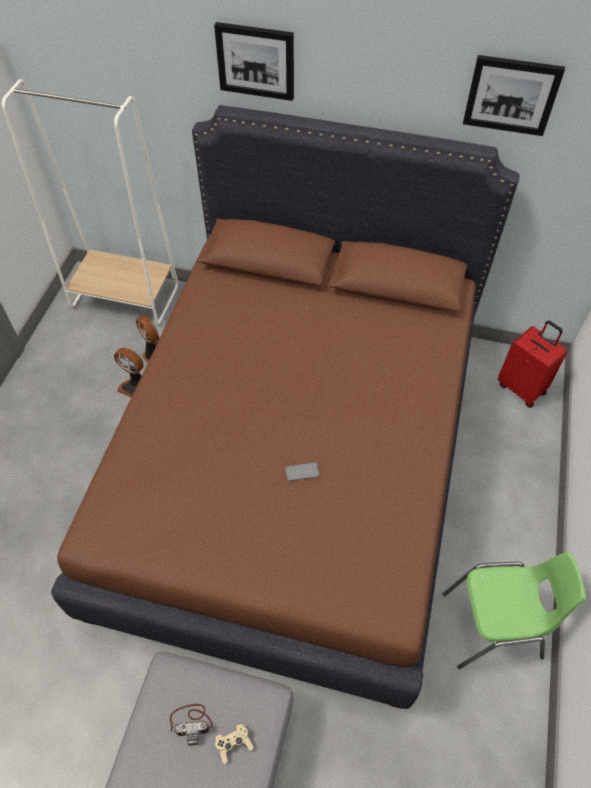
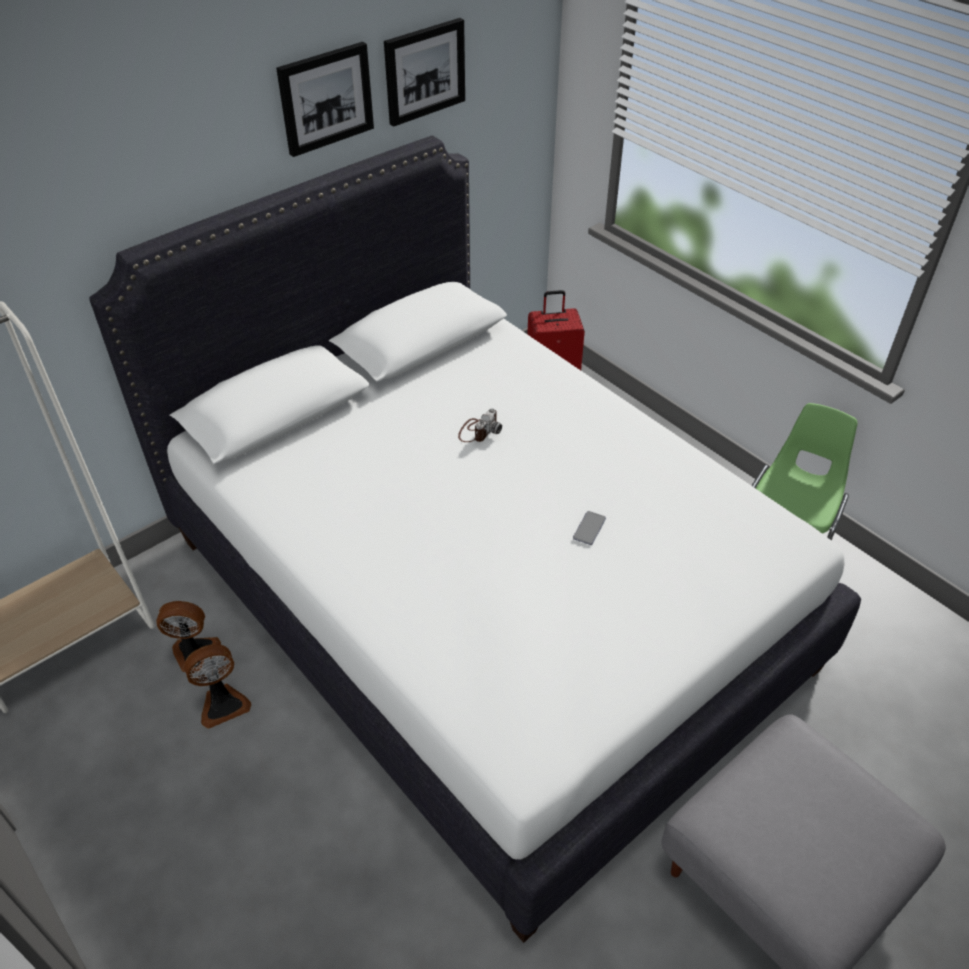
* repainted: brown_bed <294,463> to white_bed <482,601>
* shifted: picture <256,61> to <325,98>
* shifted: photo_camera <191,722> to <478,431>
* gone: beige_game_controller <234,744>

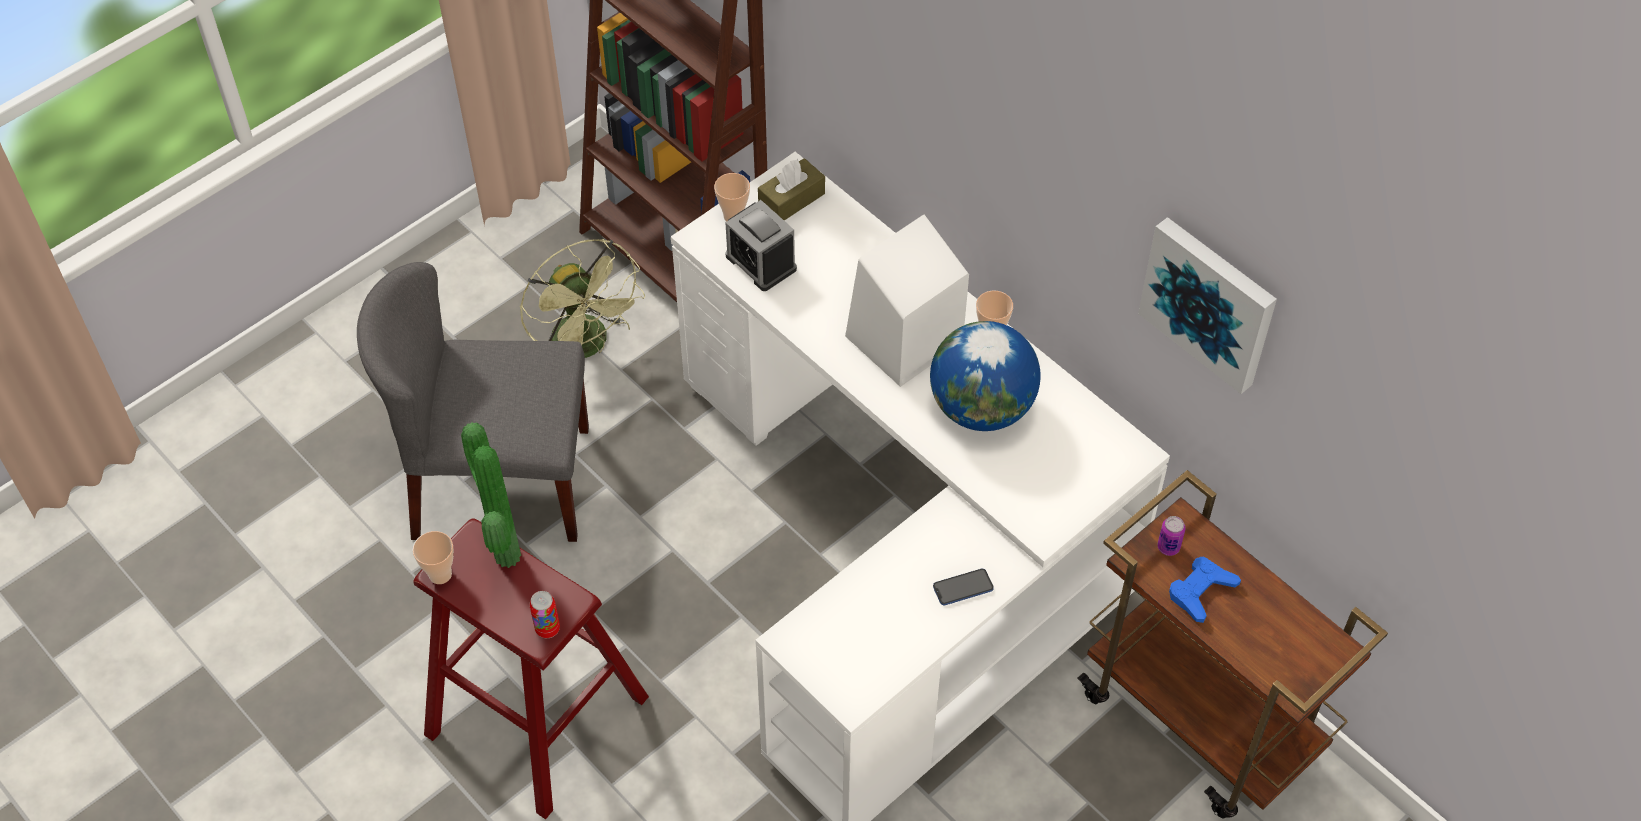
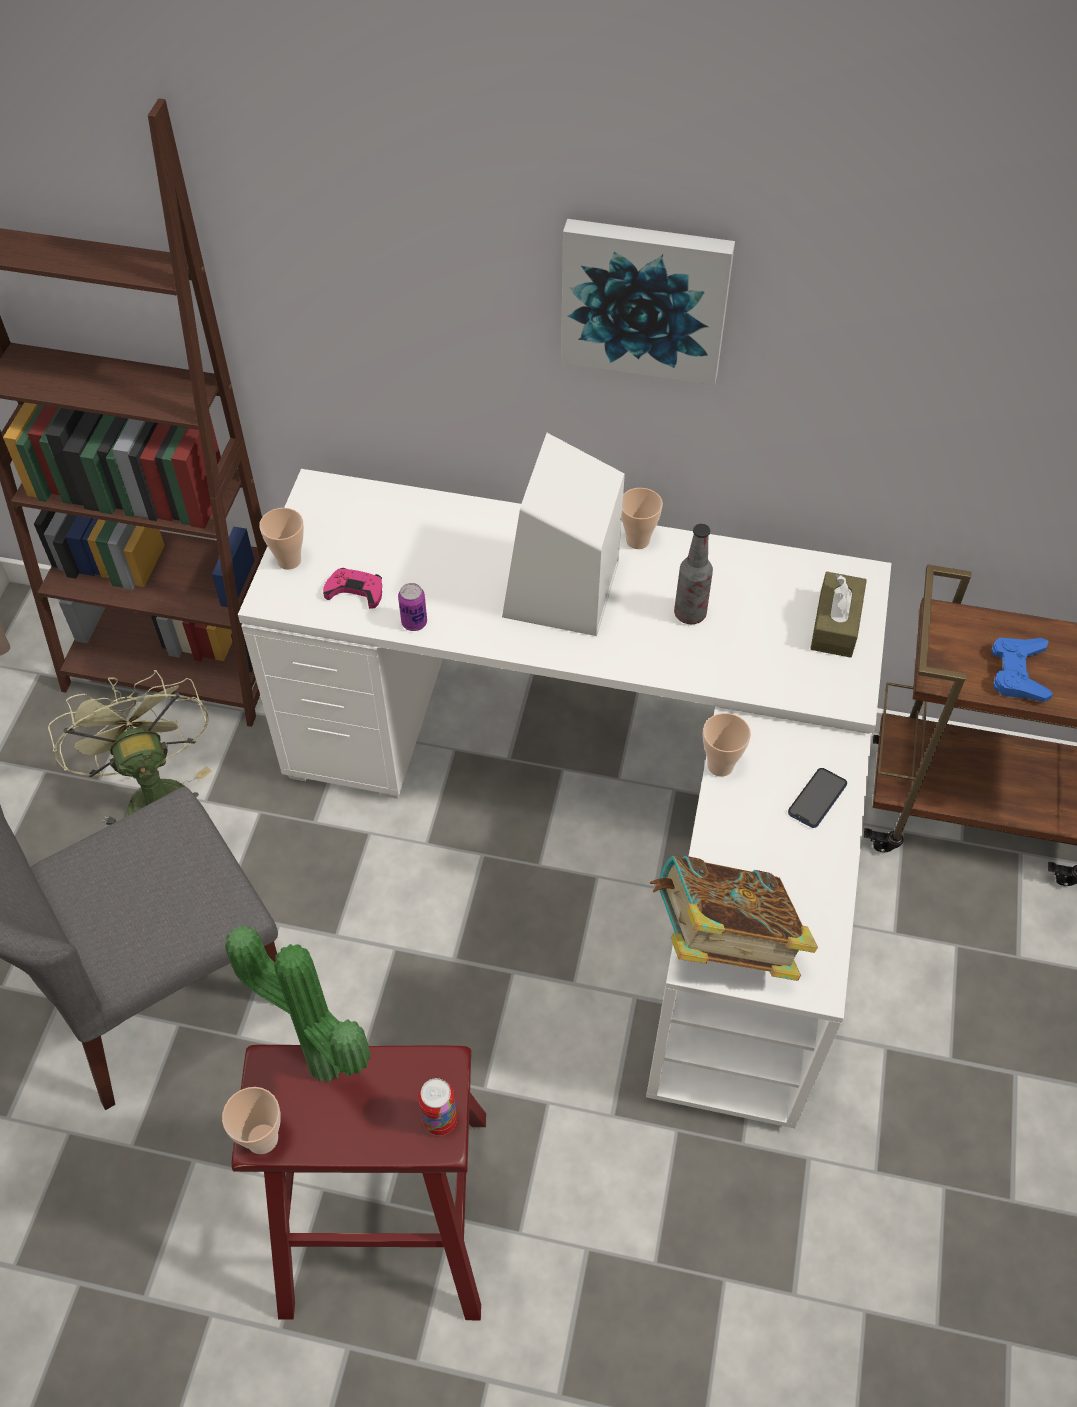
* rotated: green_fan <588,345> = <153,796> 135 degrees counterclockwise
* swapped: alarm_clock <761,262> to pink_game_controller <355,591>
* shifted: can <1168,547> to <414,622>
* shifted: picture <1210,302> to <645,298>
* new: book <724,942>
* swapped: globe <981,408> to bottle <690,614>
* new: cup <720,765>
* shifted: brown_tissue_box <791,199> to <835,624>

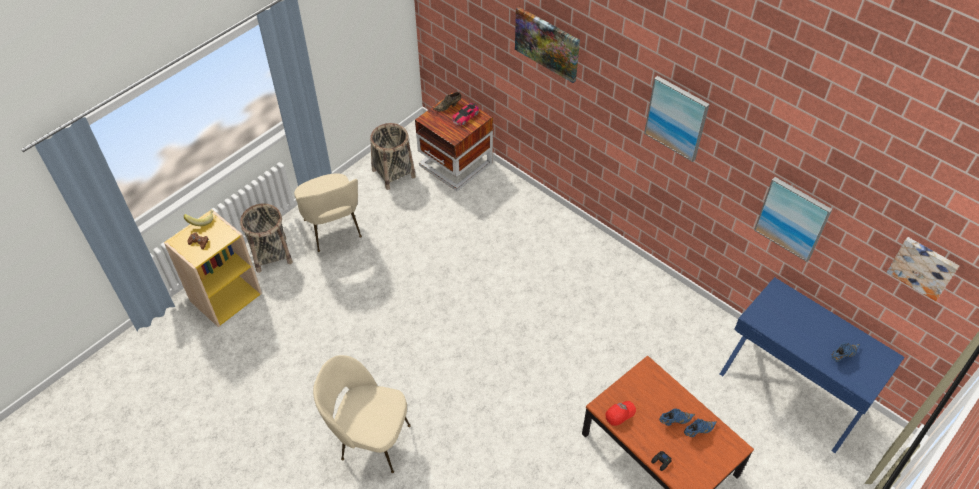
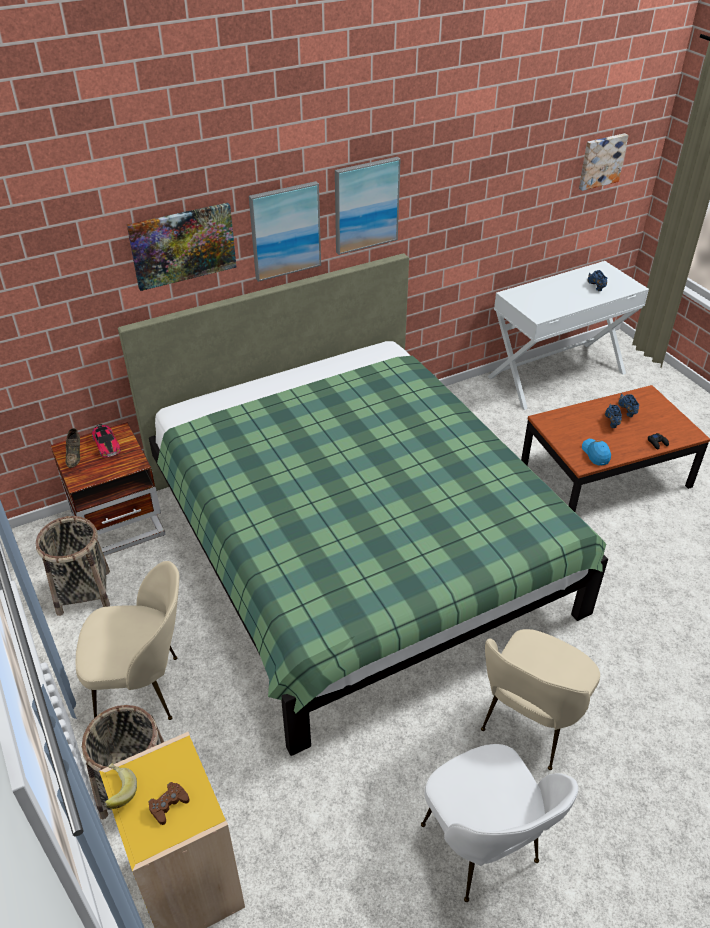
* new: green_bed <355,547>
* shifted: picture <792,218> to <285,231>
* new: white_chair <484,852>
* repainted: blue_desk <792,390> to white_desk <556,374>
* repainted: red_cap <620,414> to blue_cap <595,454>

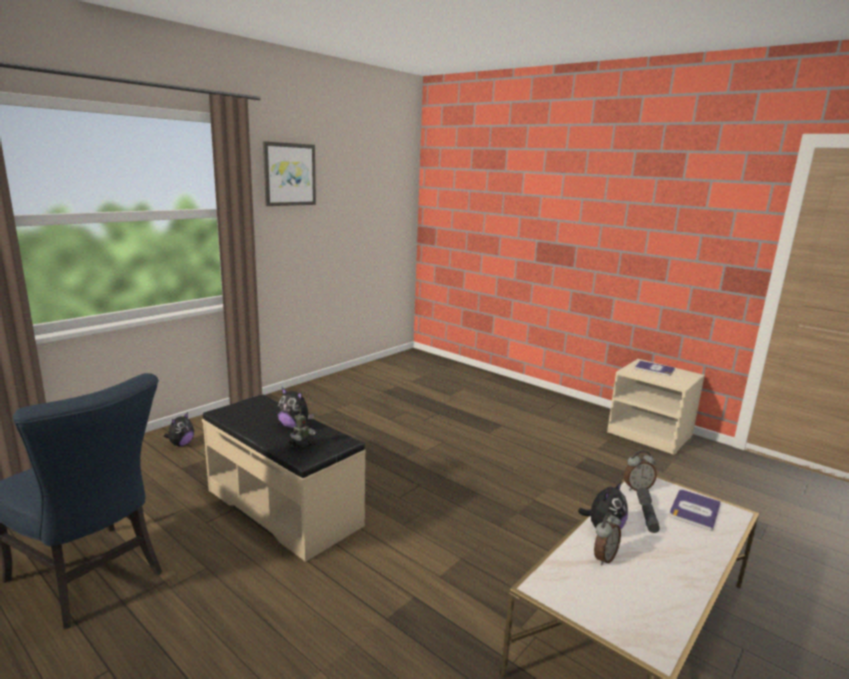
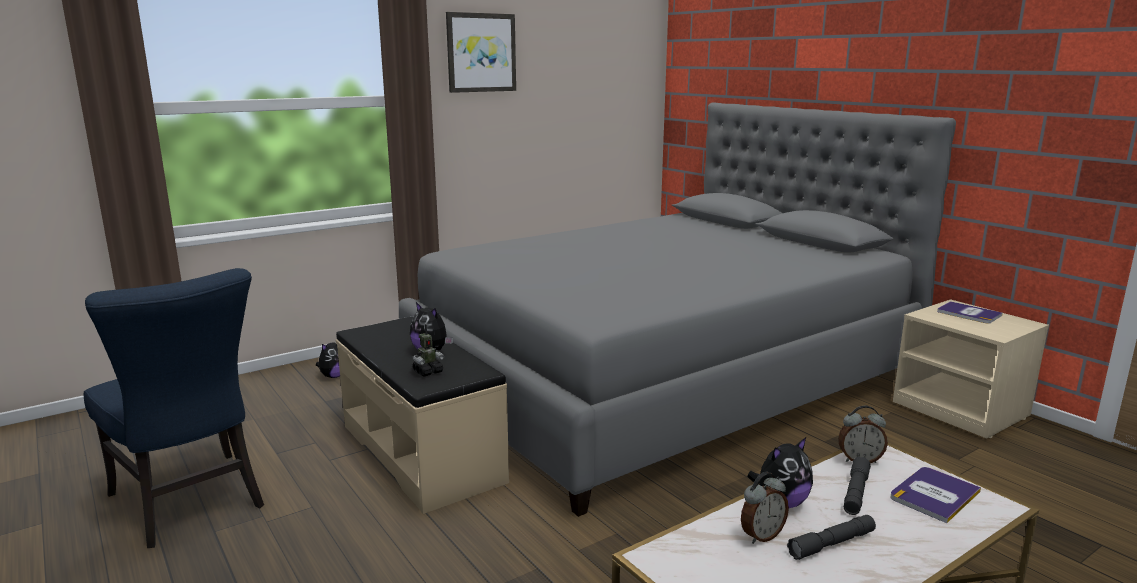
* new: grey_bed <663,378>
* new: grey_flashlight <831,544>

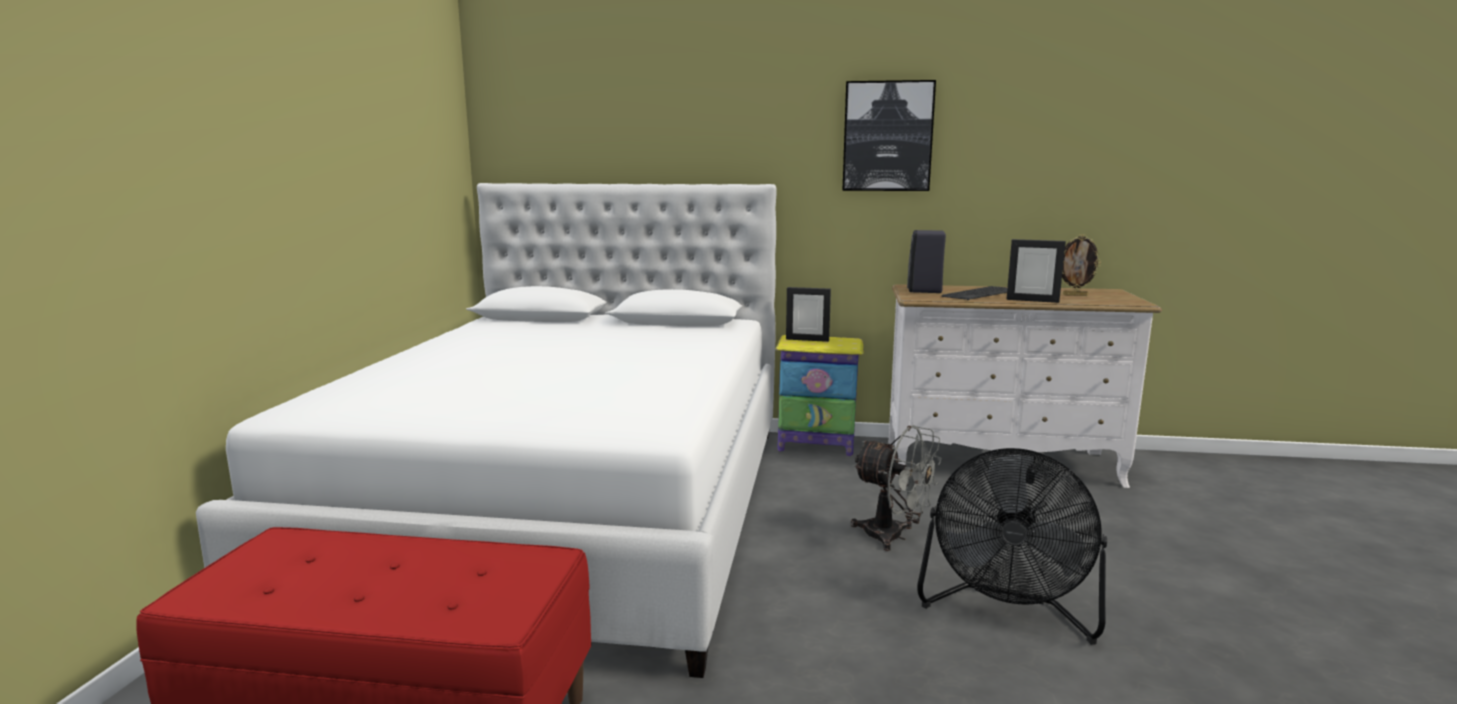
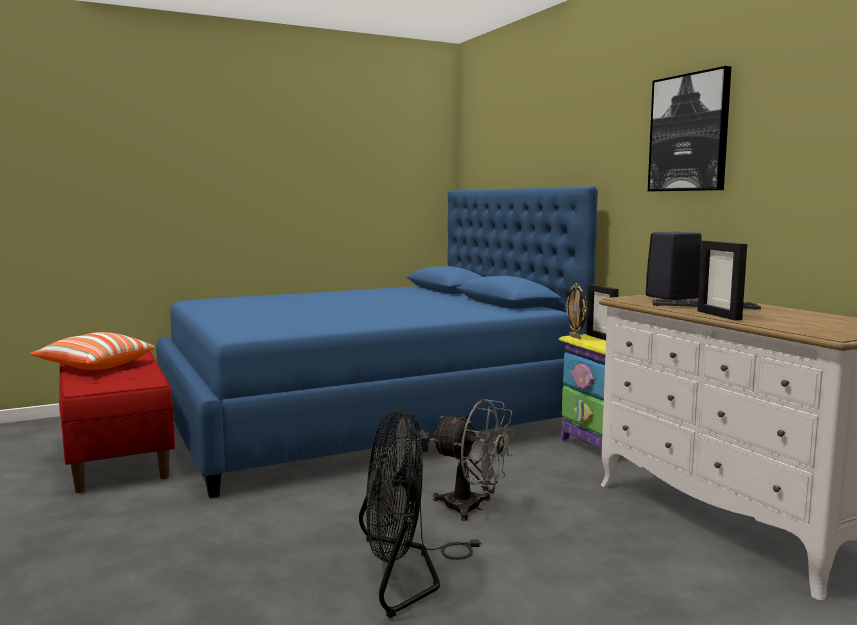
* new: pillow <94,366>
* repainted: white_bed <570,508> to blue_bed <365,418>
* rotated: grey_fan <893,537> = <472,508> 60 degrees counterclockwise
* shifted: picture_frame <1075,295> to <576,337>

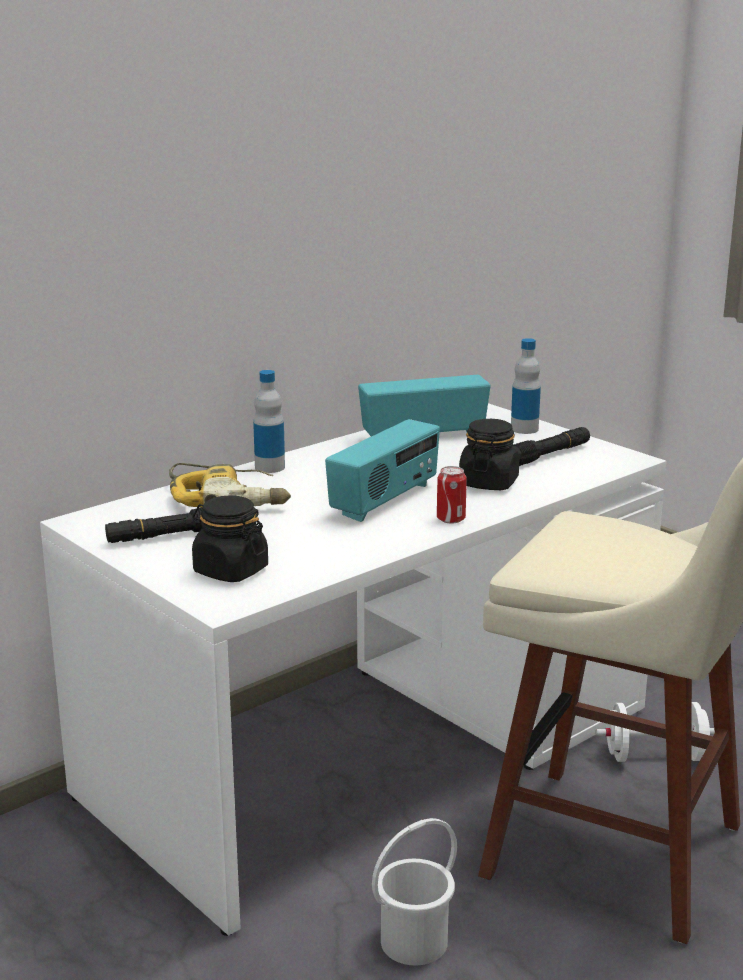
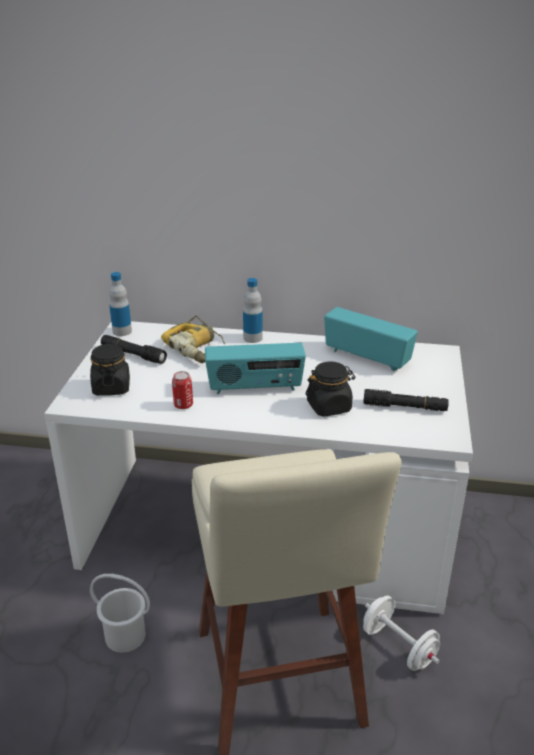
* shifted: bottle <524,429> to <122,331>
* shifted: can <451,519> to <183,405>

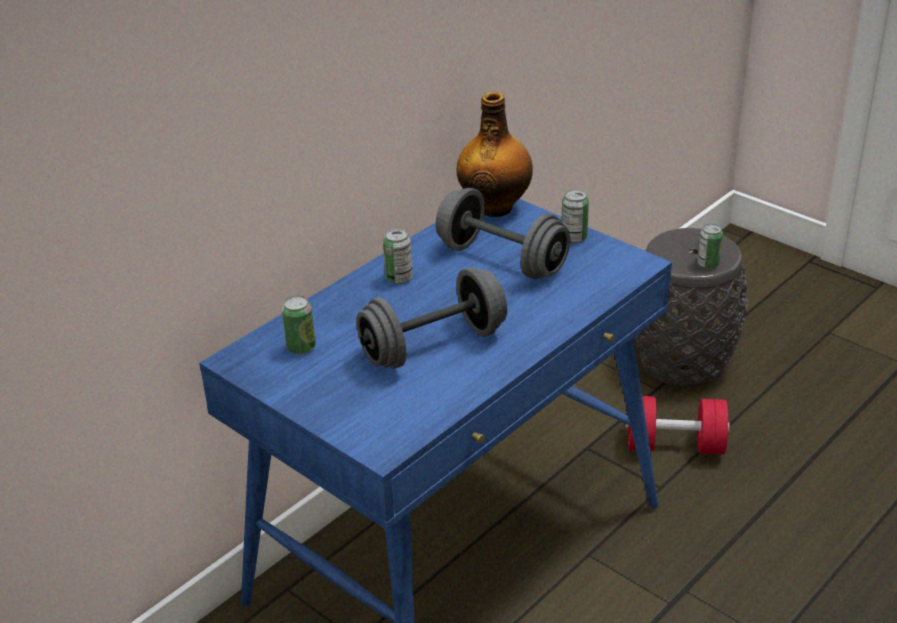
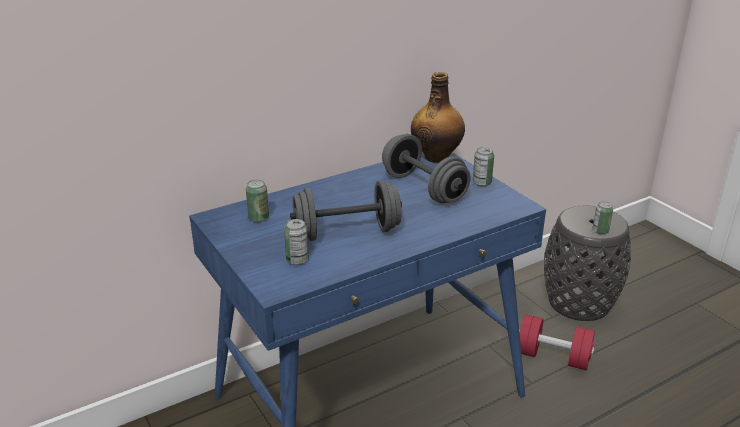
* shifted: can <399,278> to <297,260>

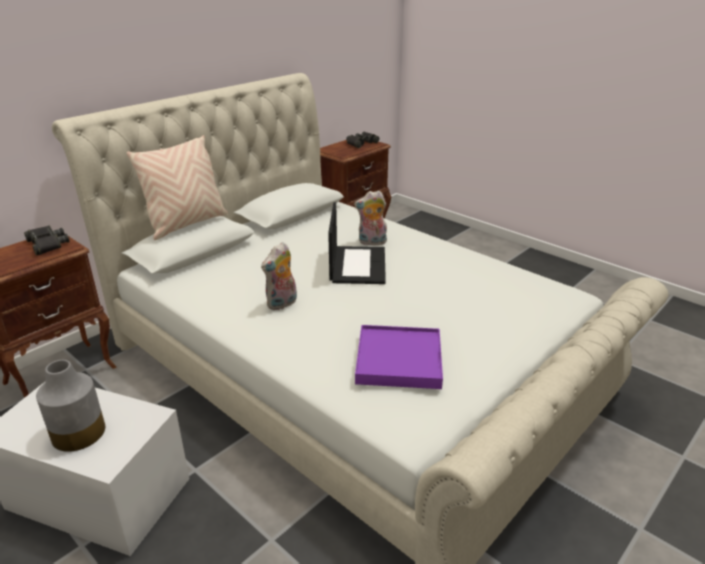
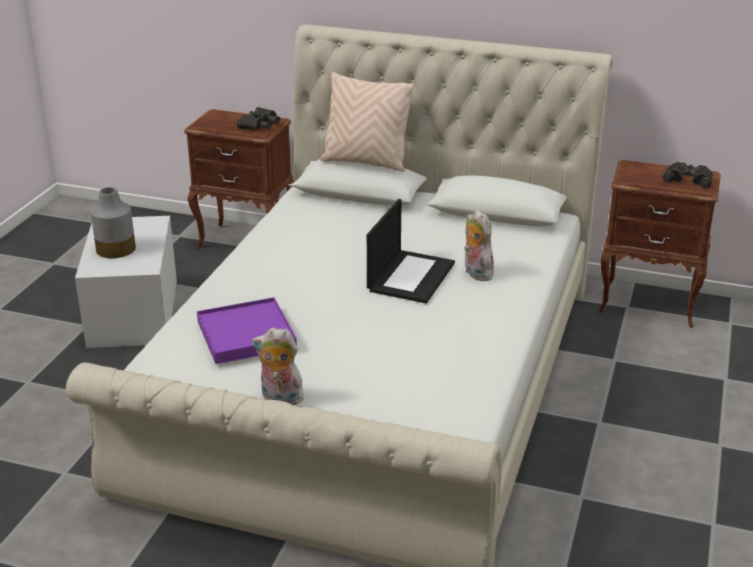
* shifted: plush_toy <282,304> to <280,399>
* rotated: laptop <357,265> = <410,276> 45 degrees counterclockwise

